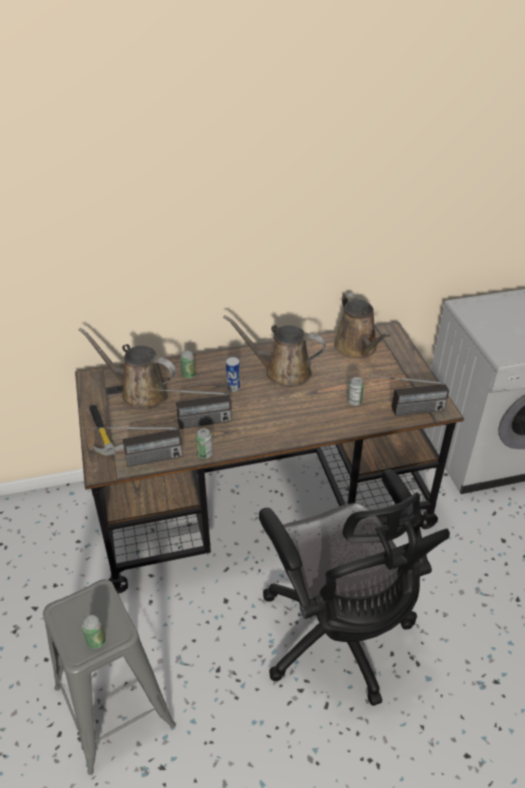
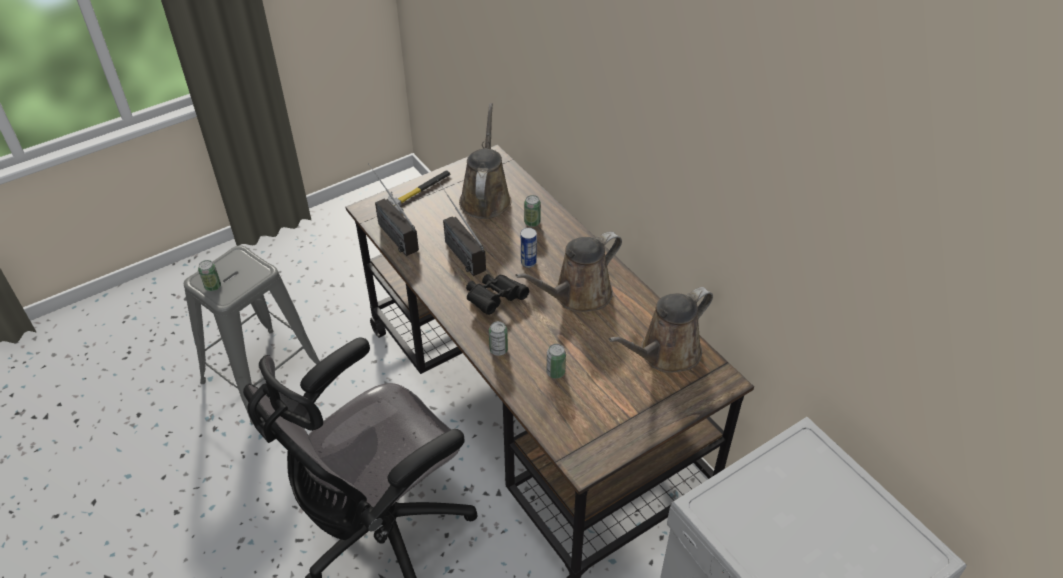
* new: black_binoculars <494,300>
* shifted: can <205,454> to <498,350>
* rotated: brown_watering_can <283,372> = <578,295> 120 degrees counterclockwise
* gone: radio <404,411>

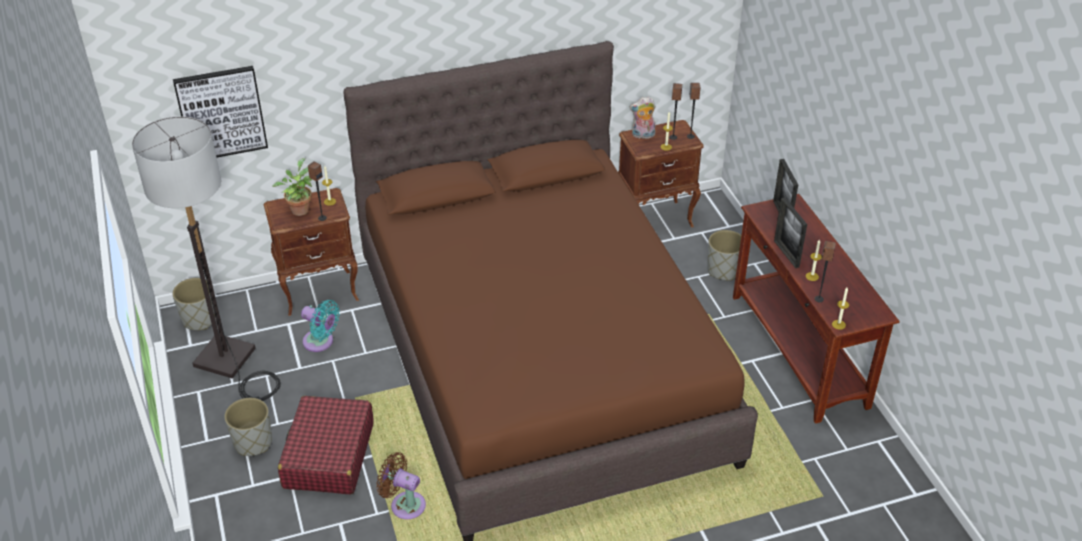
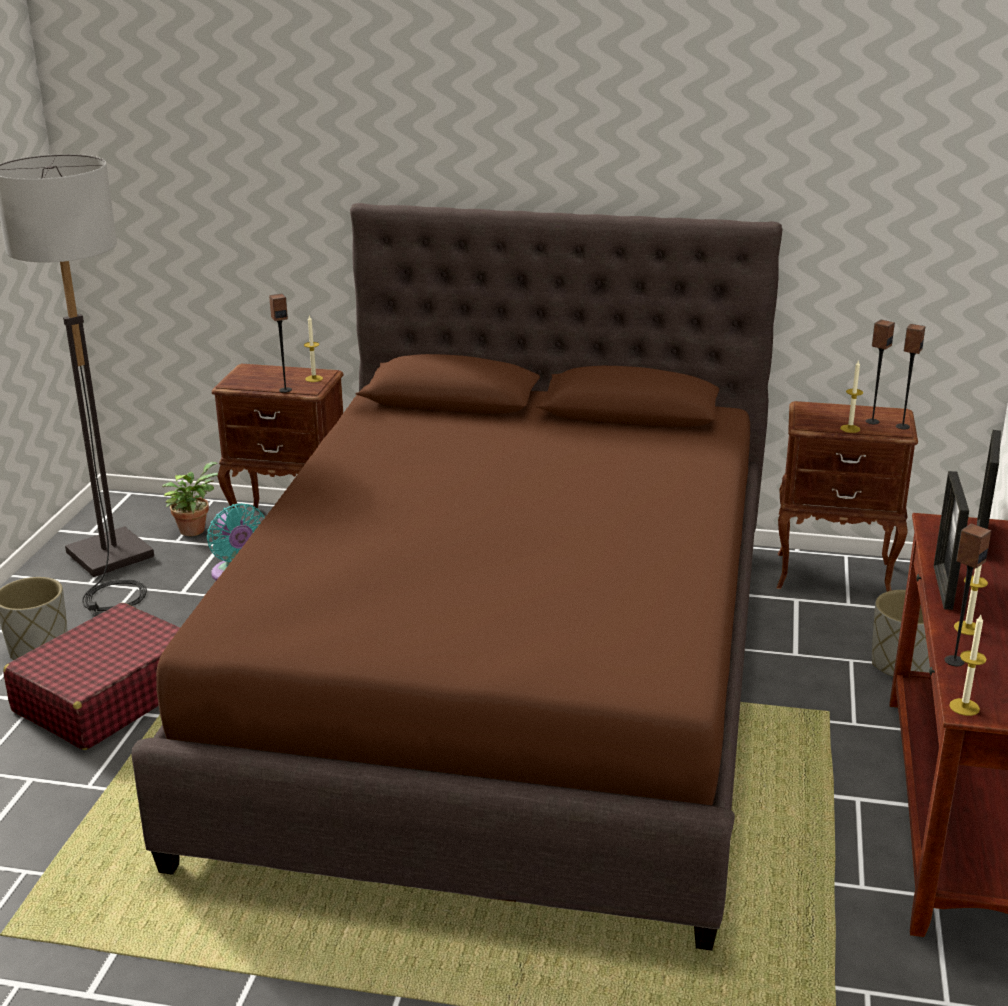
* shifted: potted_plant <300,208> to <194,529>
* gone: grey_planter <199,319>
* gone: picture <221,112>
* gone: brown_fan <404,504>
* gone: plush_toy <642,135>

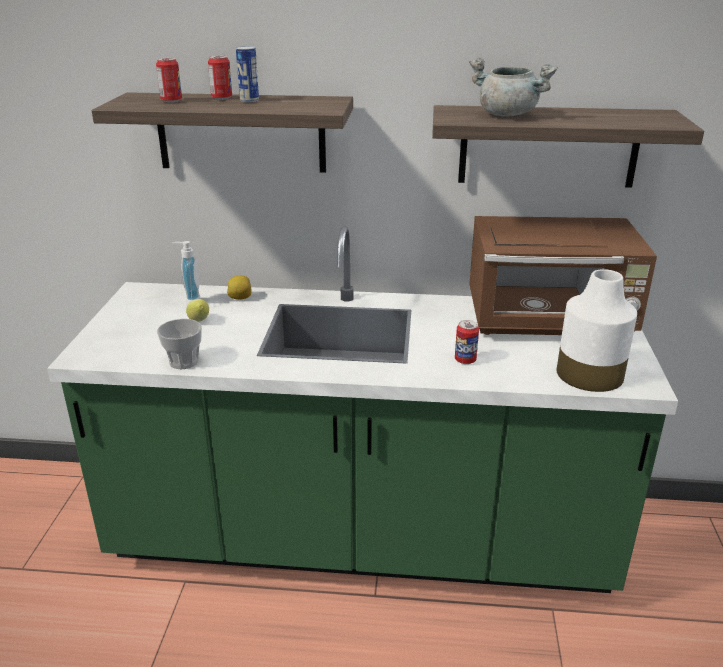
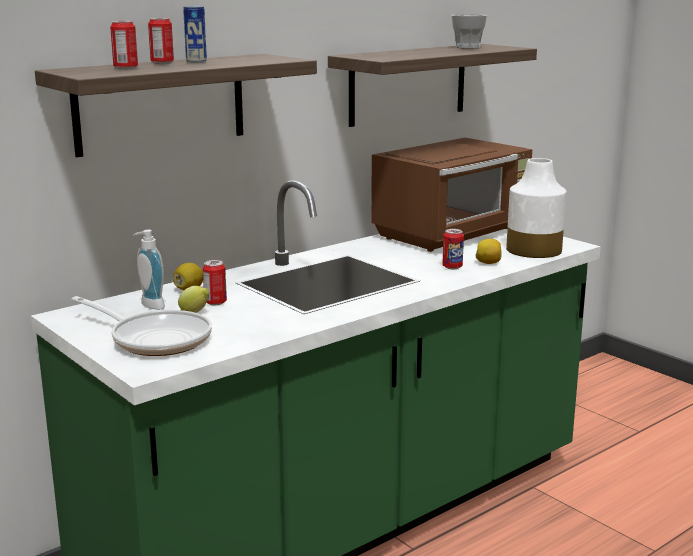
* new: frying_pan <155,339>
* new: can <215,302>
* shifted: cup <184,362> to <467,47>
* new: lemon <488,263>
* gone: grey_cooking_pot <508,115>

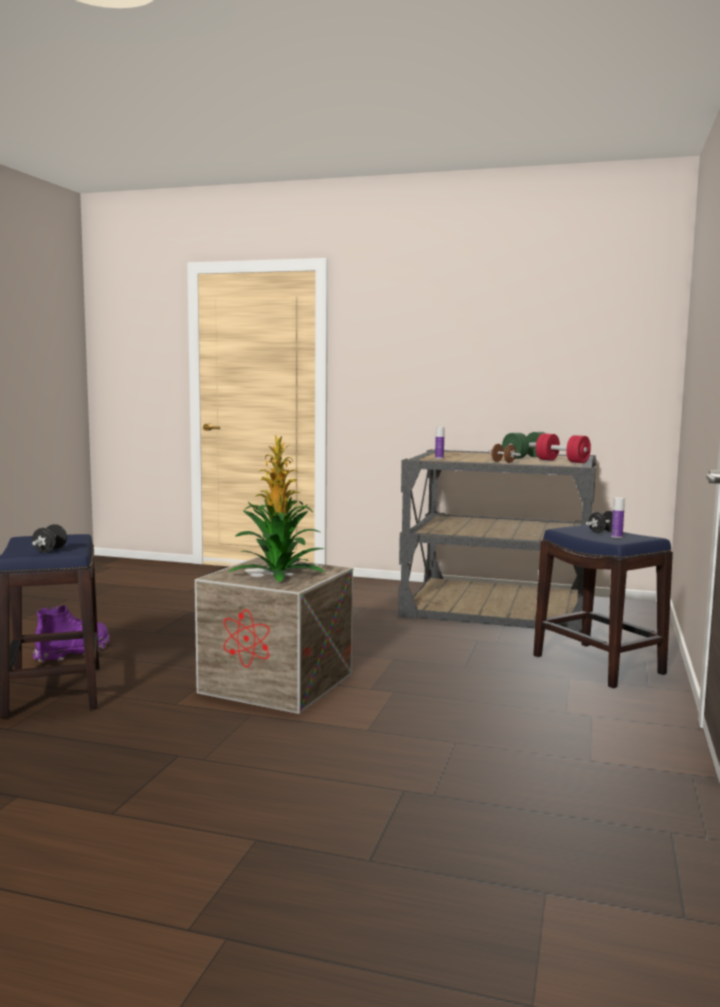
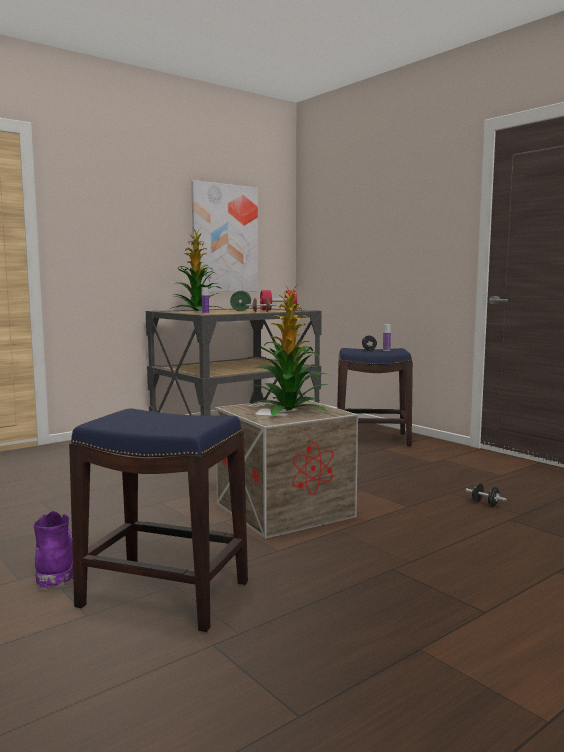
* new: potted_plant <197,311>
* new: picture <224,238>
* shifted: black_dumbbell <50,550> to <485,504>

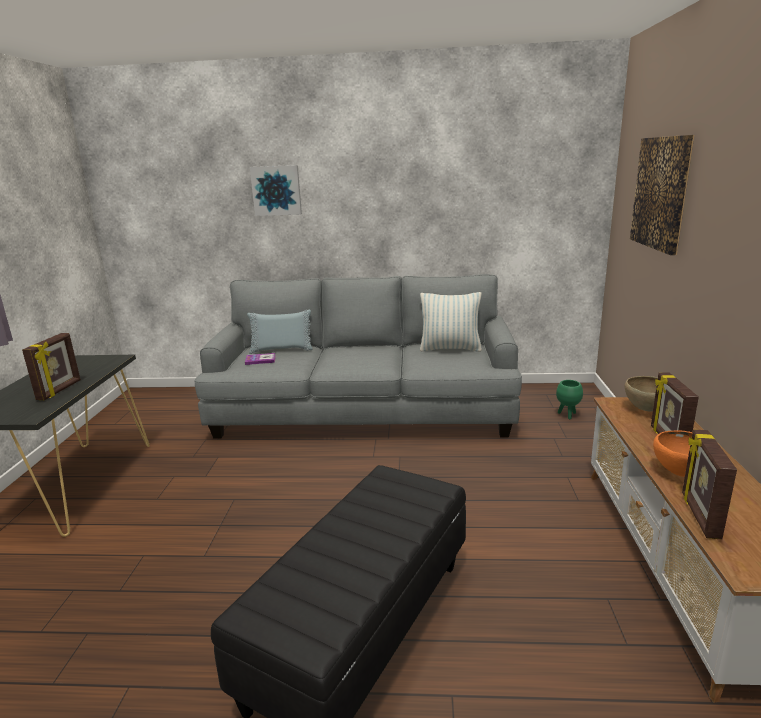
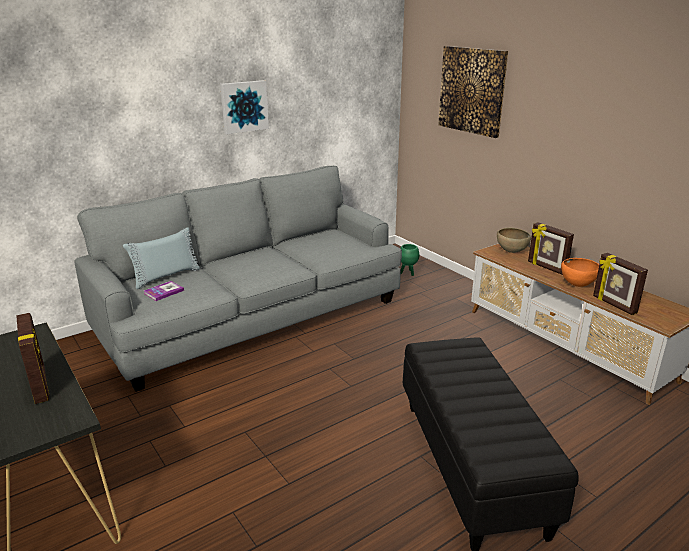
* shifted: picture <276,190> to <244,106>
* gone: pillow <450,348>

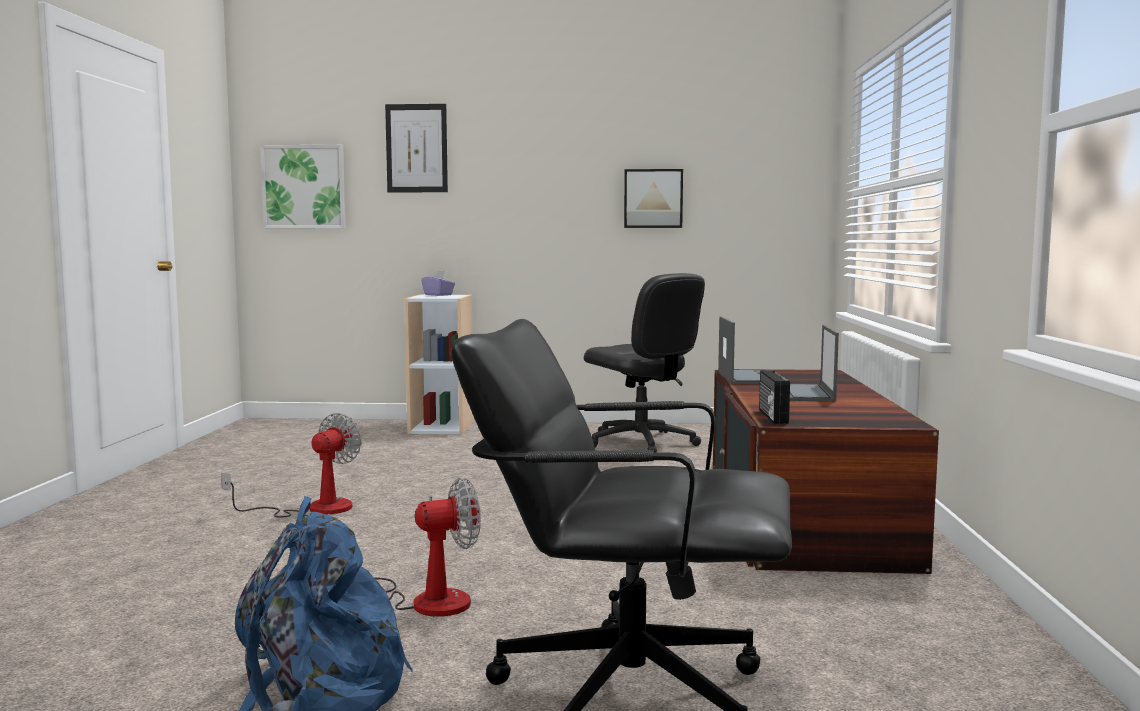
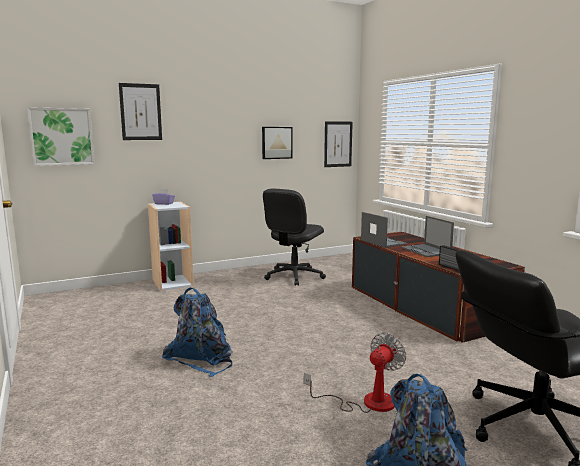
* swapped: fan <313,509> to blue_backpack <202,358>
* rotated: black_office_chair <641,443> = <294,276> 105 degrees clockwise
* new: picture <338,144>

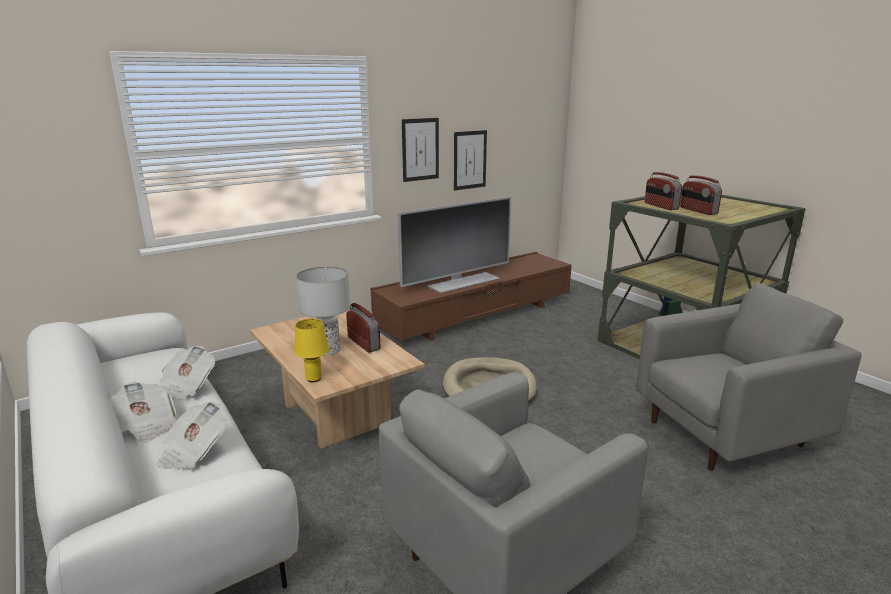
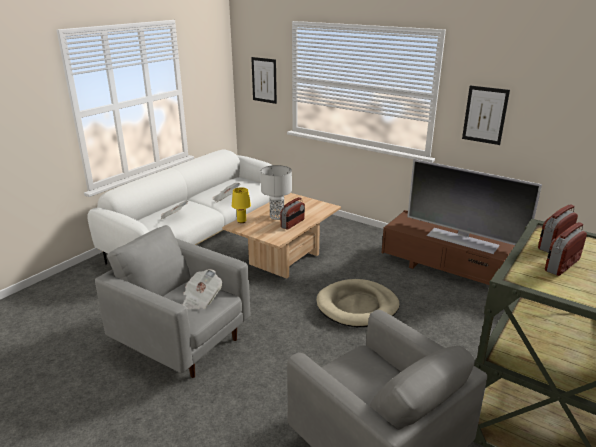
* shifted: newspaper <146,426> to <201,299>
* shifted: picture <470,160> to <264,80>

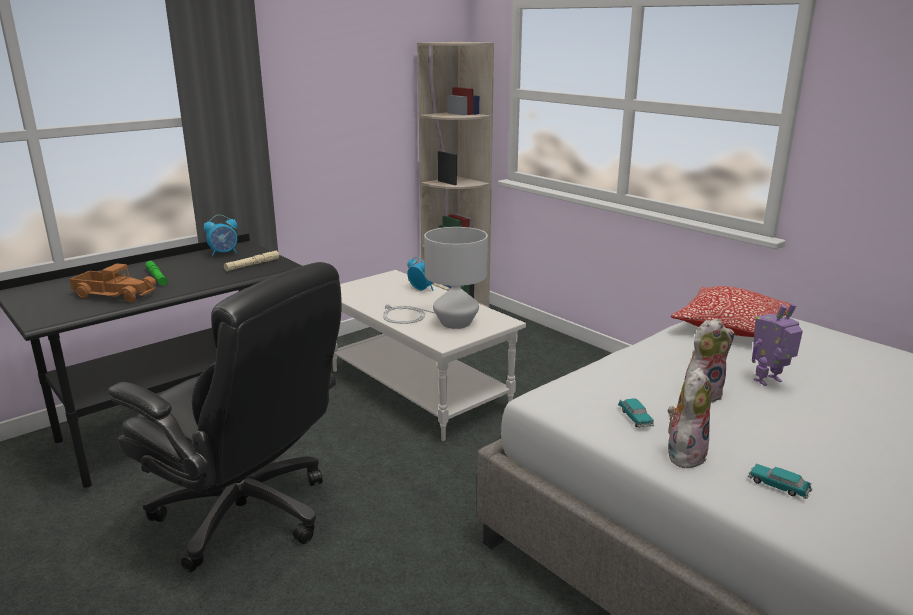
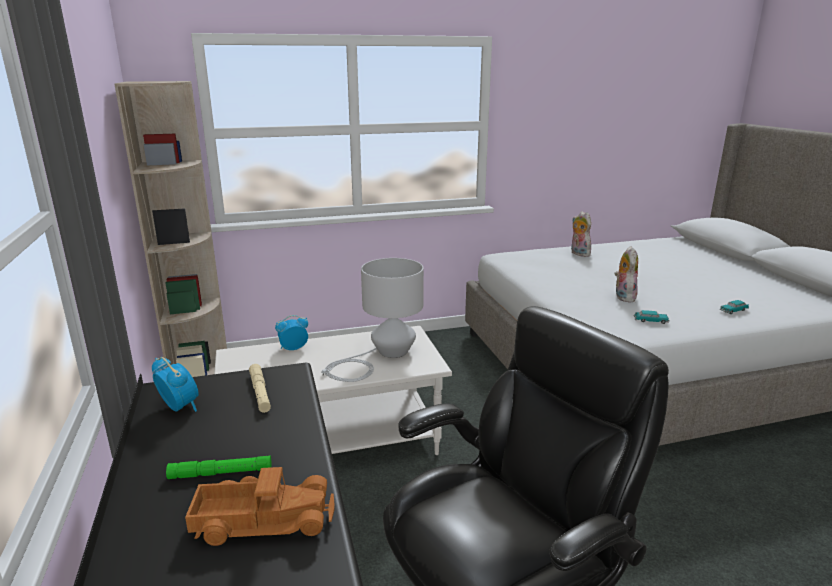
* rotated: alarm_clock <224,253> = <179,407> 45 degrees counterclockwise
* rotated: toy_truck <115,294> = <264,519> 45 degrees clockwise
* shifted: plush_toy <684,454> to <578,254>
* gone: pillow <731,327>
* gone: toy_robot <769,381>

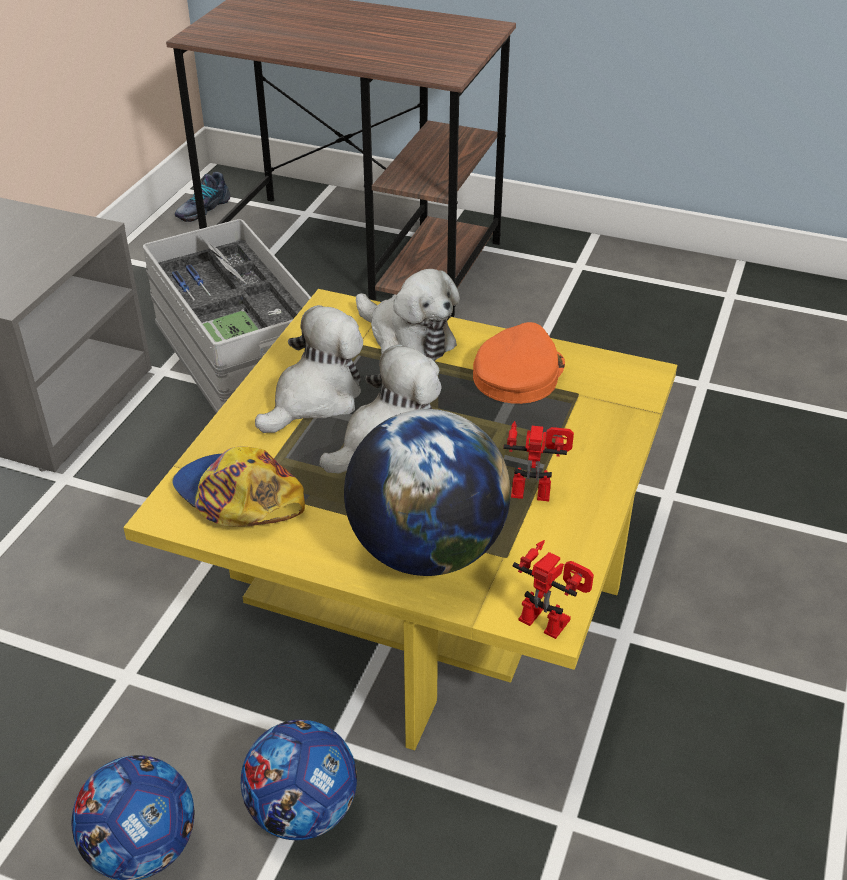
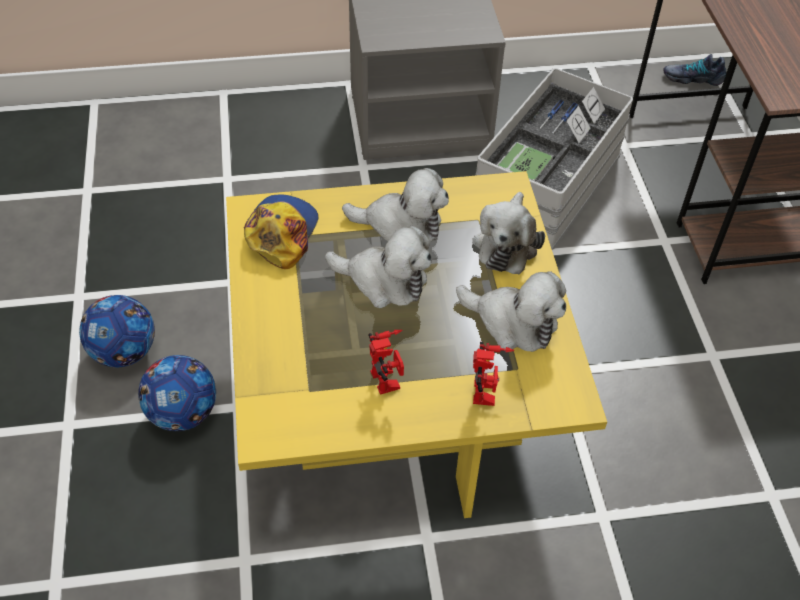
* swapped: orange_cap <518,374> to plush_toy <513,323>
* shifted: toy_robot <550,617> to <488,394>
* gone: globe <426,550>

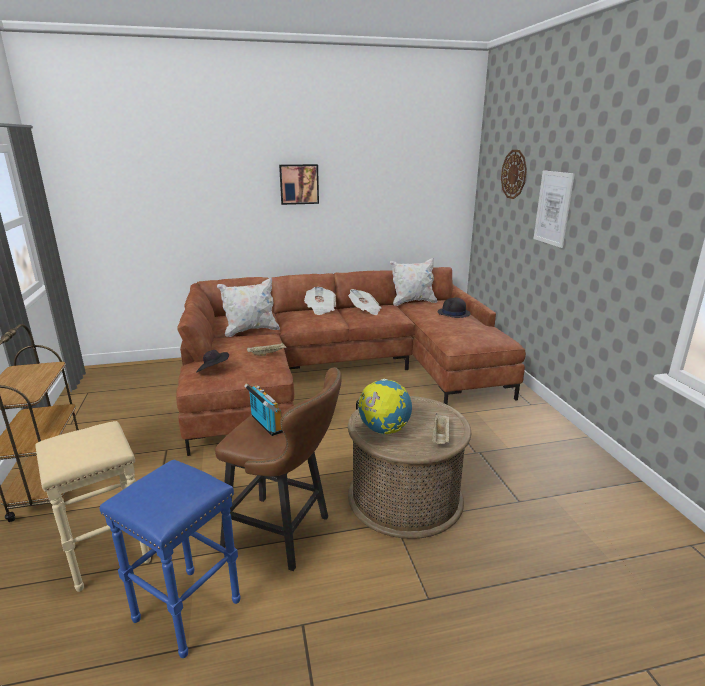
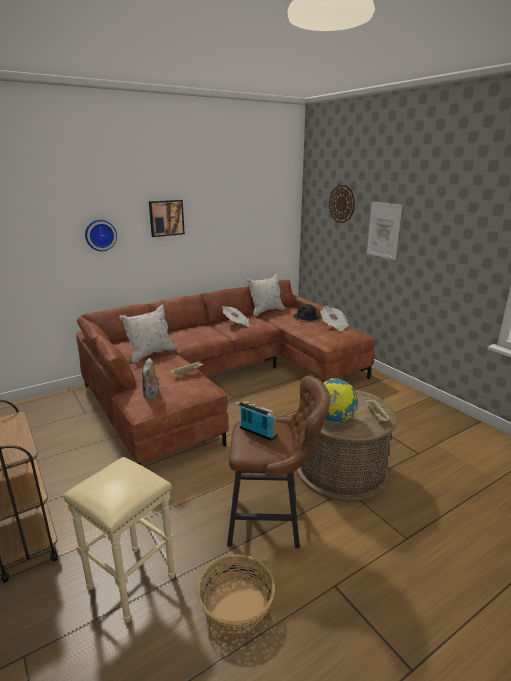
* new: wall_clock <100,235>
* swapped: black_hat <213,370> to plush_toy <152,395>
* swapped: blue_stool <184,610> to basket <236,606>
* shifted: newspaper <320,309> to <334,326>

